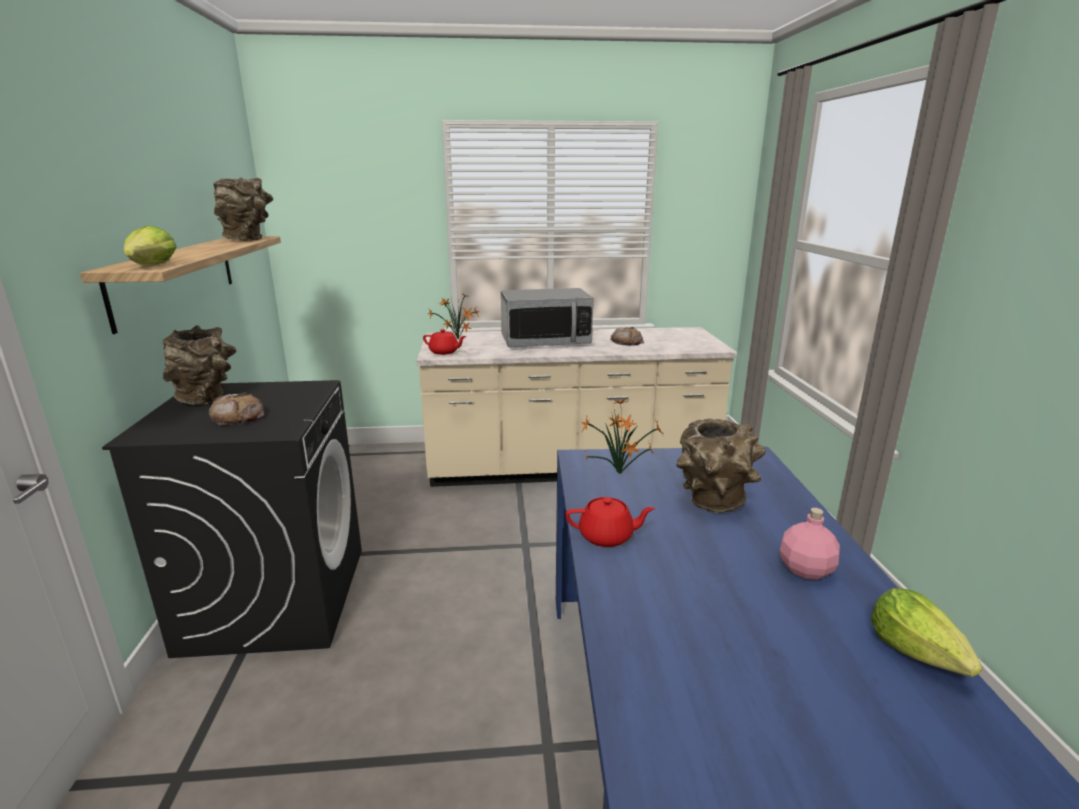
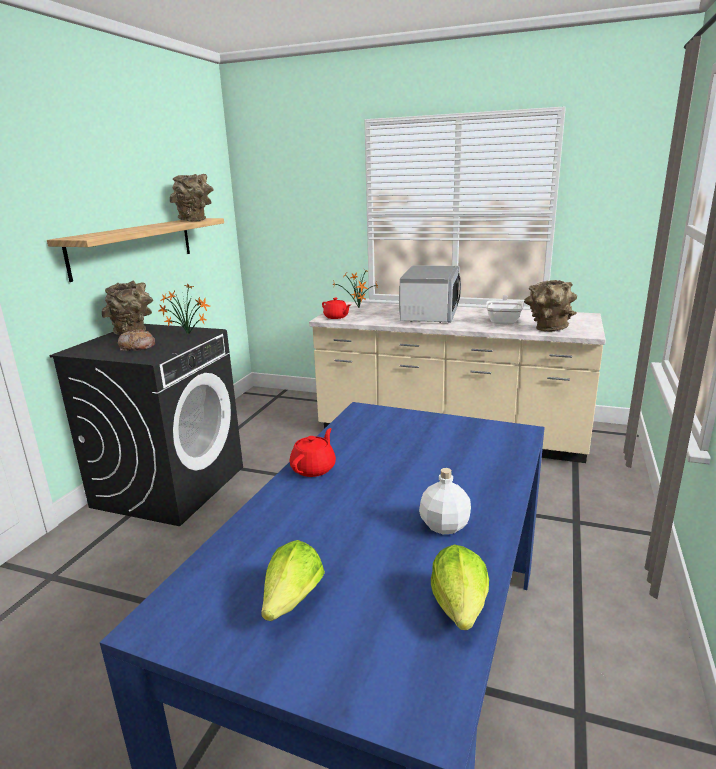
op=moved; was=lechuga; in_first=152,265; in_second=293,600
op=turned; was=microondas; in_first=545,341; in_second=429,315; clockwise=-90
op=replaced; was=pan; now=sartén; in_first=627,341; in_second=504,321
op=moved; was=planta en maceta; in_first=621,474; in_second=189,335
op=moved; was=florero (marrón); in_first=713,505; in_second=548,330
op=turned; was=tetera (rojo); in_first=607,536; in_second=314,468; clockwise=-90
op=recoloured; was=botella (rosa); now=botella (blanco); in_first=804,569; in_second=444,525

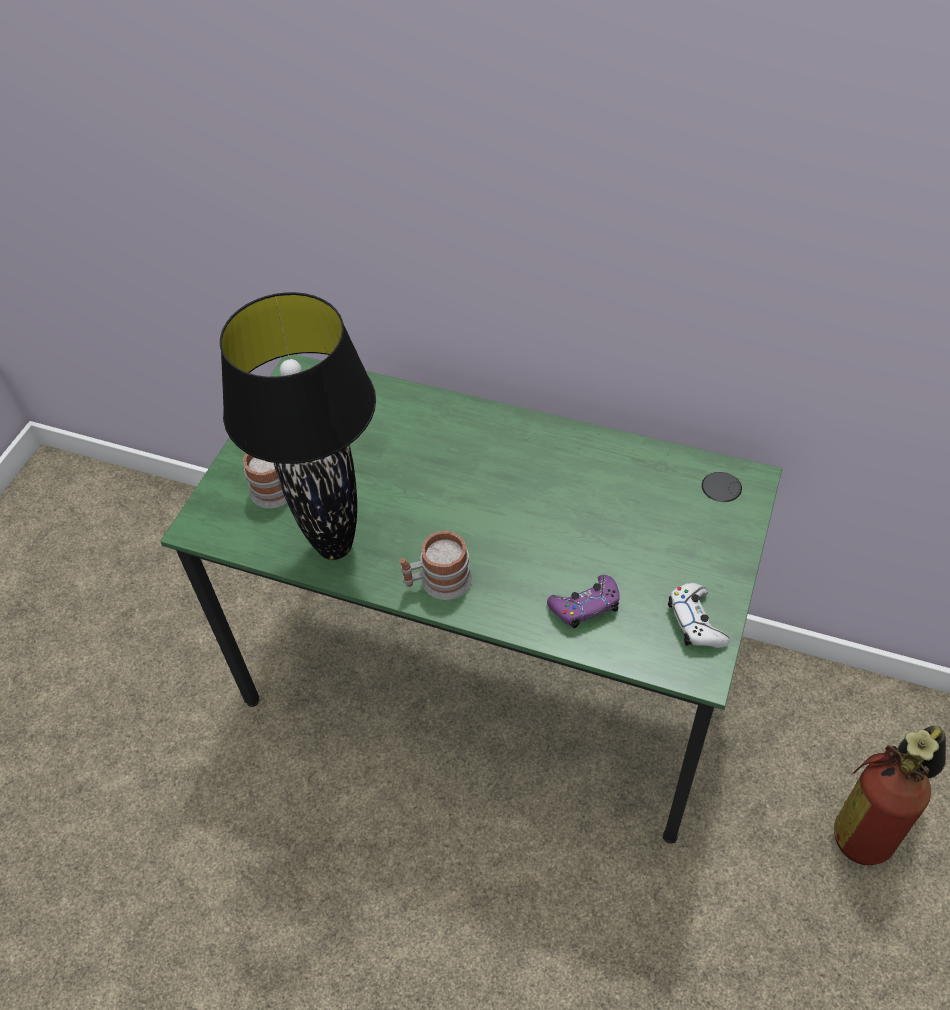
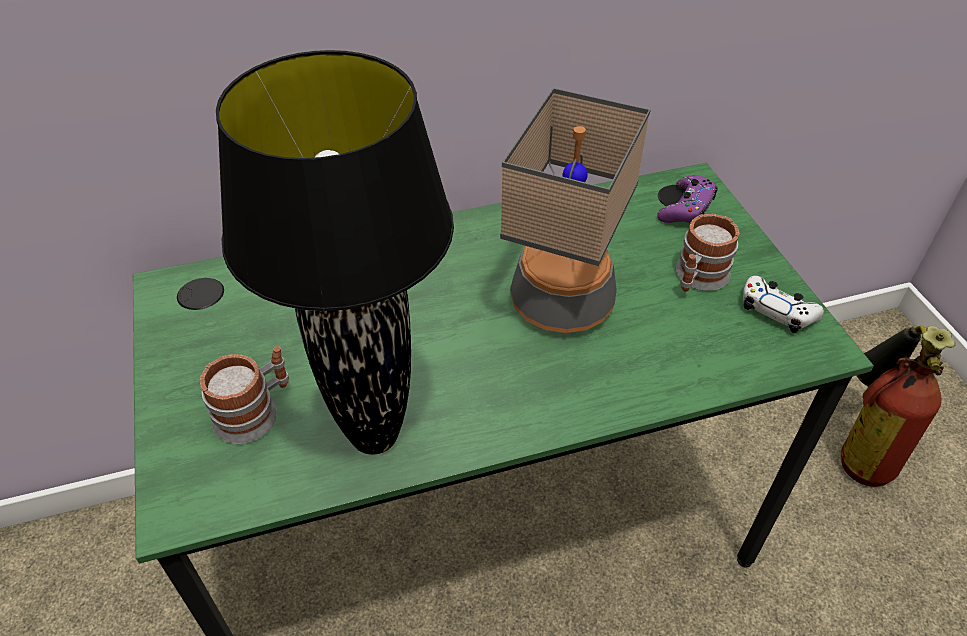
op=moved; was=taza grande; in_first=438,582; in_second=697,278
op=moved; was=mando de consola (morado); in_first=585,605; in_second=686,208
op=added; now=lámpara de mesa; in_second=562,301

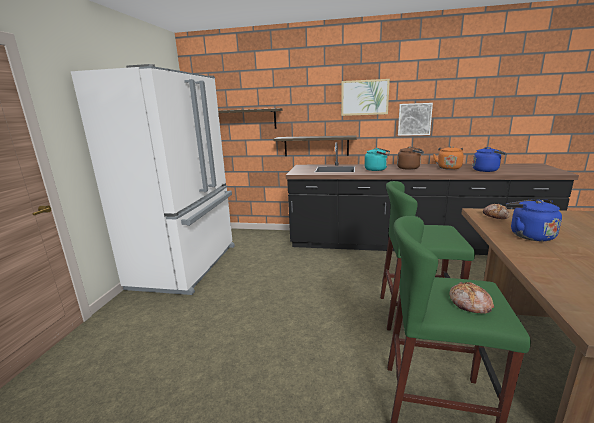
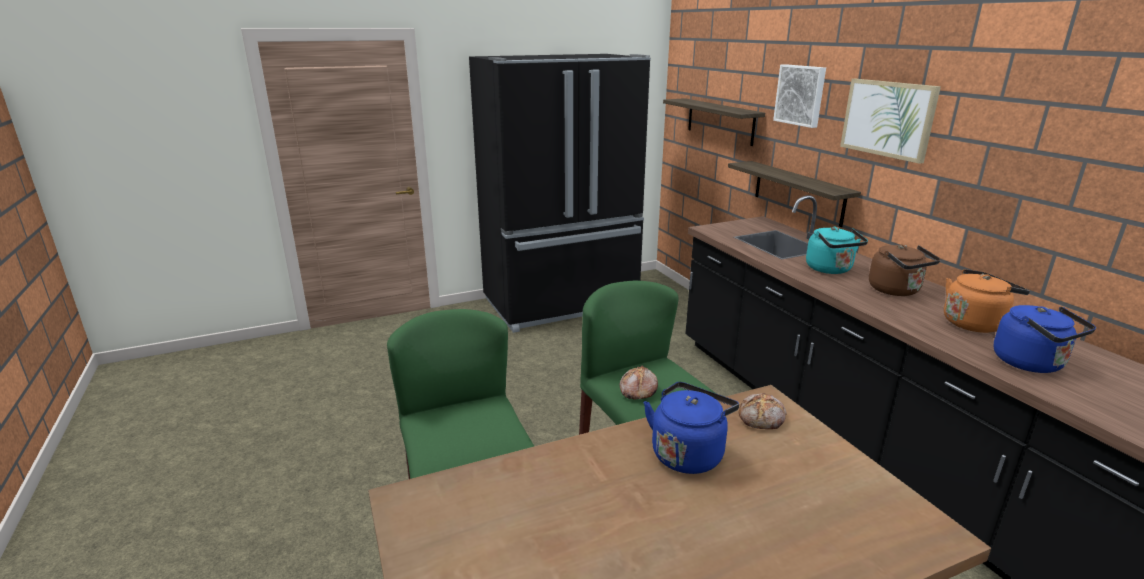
op=recoloured; was=nevera (blanco); now=nevera (negro); in_first=188,265; in_second=562,304
op=moved; was=cuadro; in_first=414,119; in_second=801,95
op=moved; was=pan; in_first=470,304; in_second=637,390

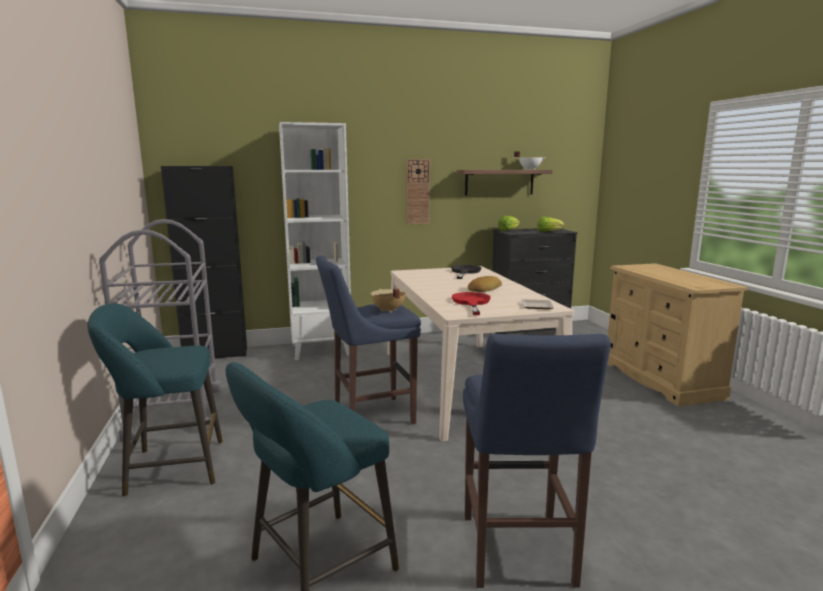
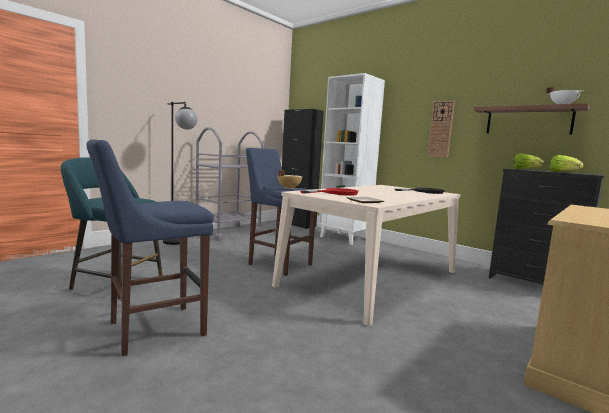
op=removed; was=pan; in_first=483,289
op=replaced; was=taburete (turquesa); now=lámpara de pie (negro); in_first=169,468; in_second=179,243

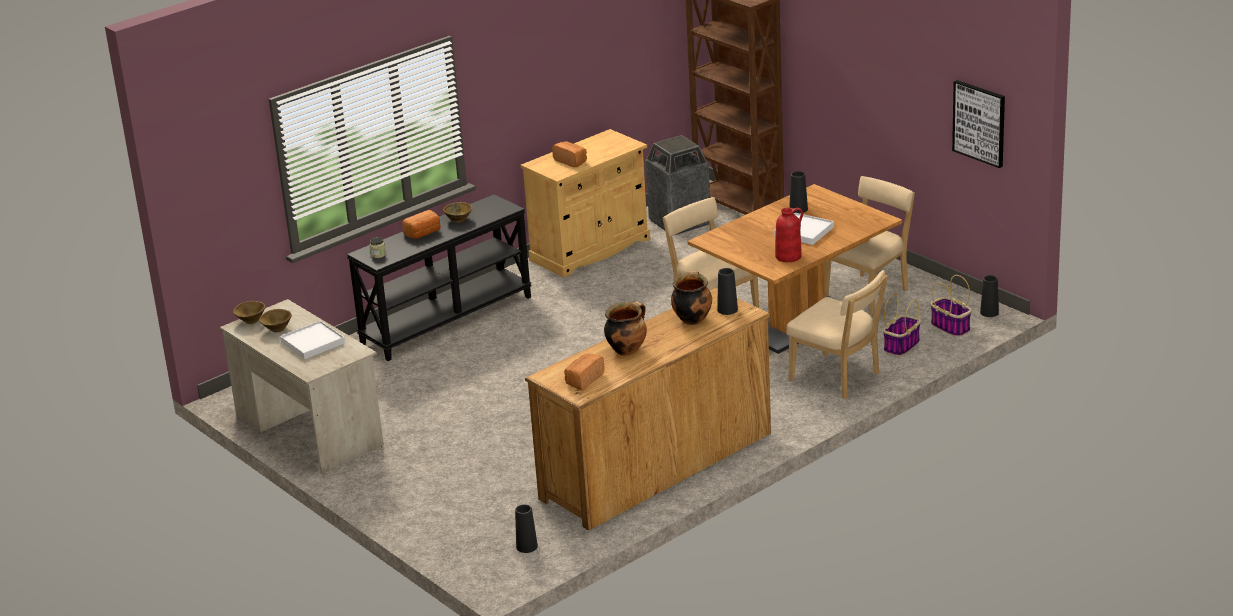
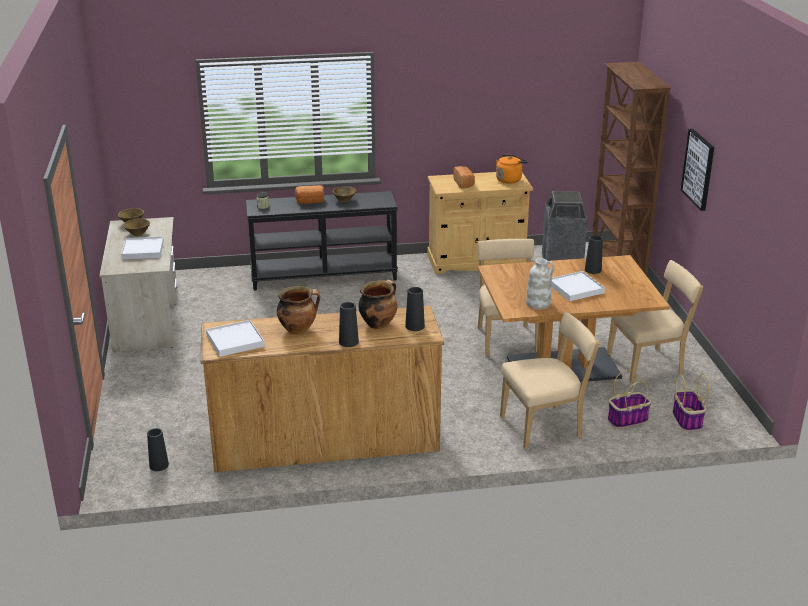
op=moved; was=cuadro; in_first=979,123; in_second=699,169
op=recoloured; was=florero (rojo); now=florero (blanco); in_first=788,256; in_second=538,303
op=turned; was=silla (beis); in_first=838,378; in_second=544,426; clockwise=-90
op=moved; was=florero (negro); in_first=989,312; in_second=348,342
op=replaced; was=pan; now=bandeja (blanco); in_first=583,380; in_second=235,341
op=added; now=hervidor (naranja); in_second=509,179

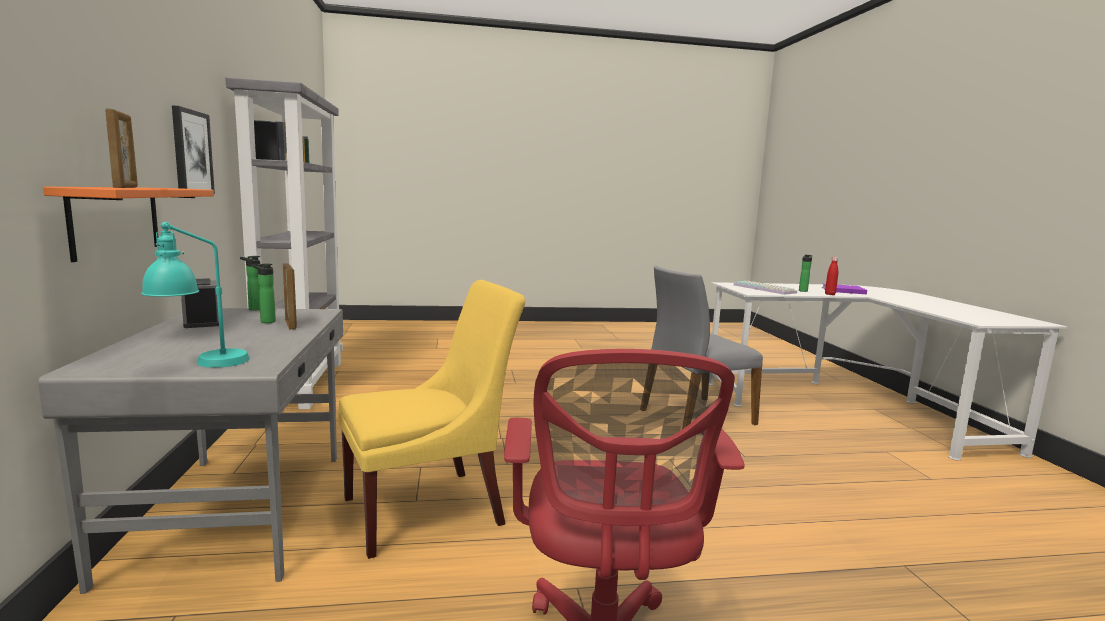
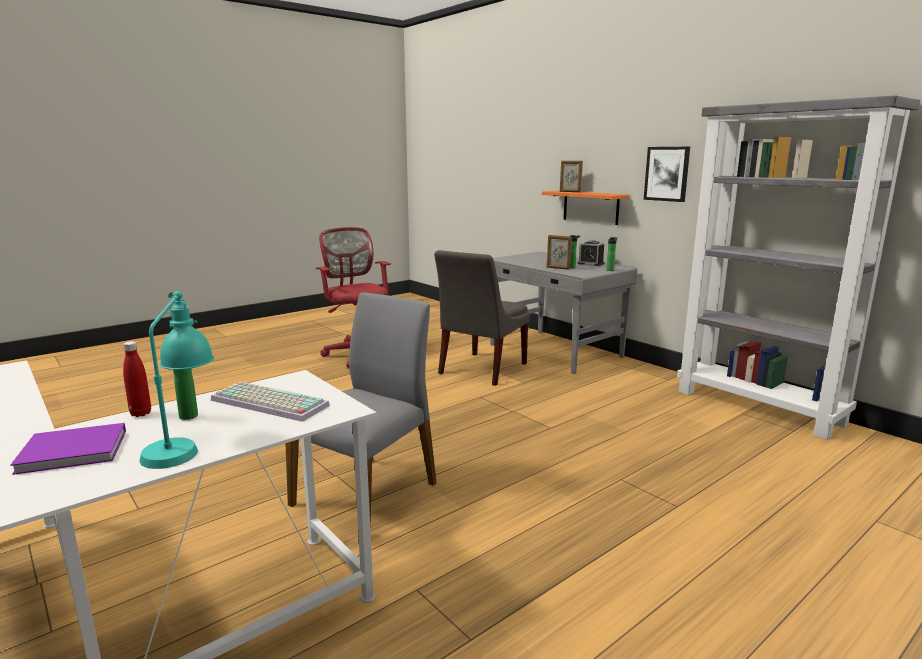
op=moved; was=lámpara de mesa (turquesa); in_first=201,364; in_second=183,444
op=recoloured; was=silla (amarillo); now=silla (gris); in_first=431,509; in_second=480,369

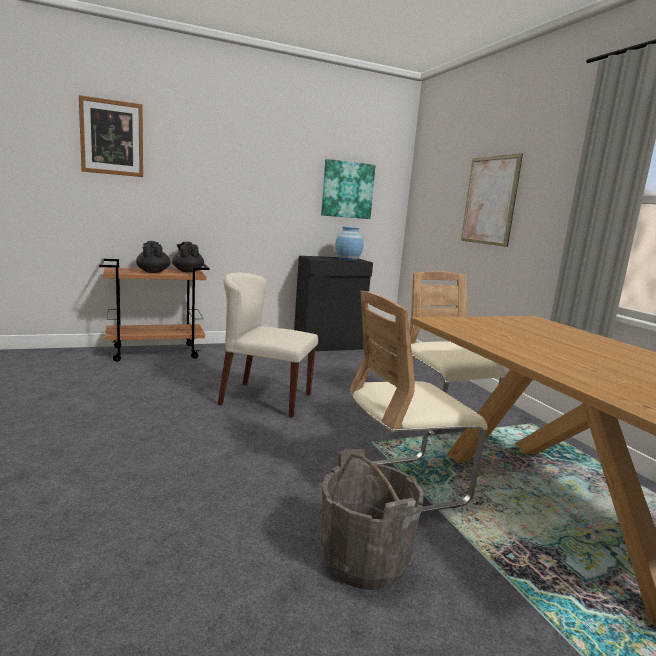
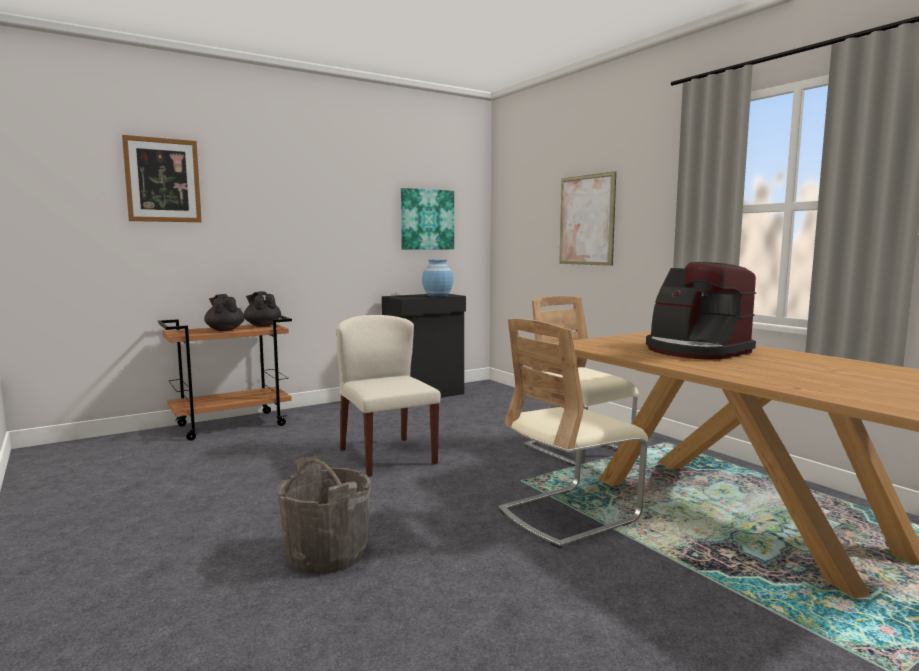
op=turned; was=silla (beis); in_first=265,399; in_second=386,456; clockwise=60
op=moved; was=cubo (gris); in_first=365,559; in_second=327,554
op=added; now=cafetera; in_second=695,351

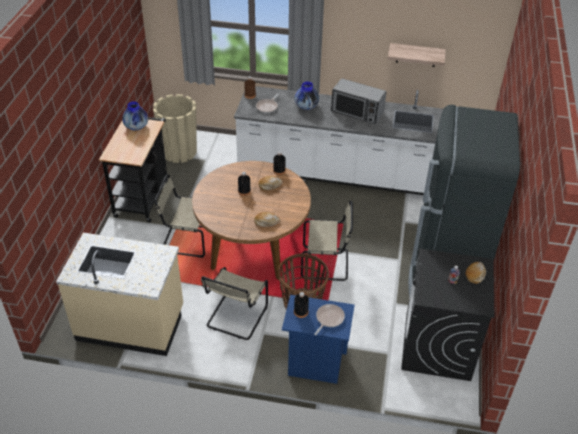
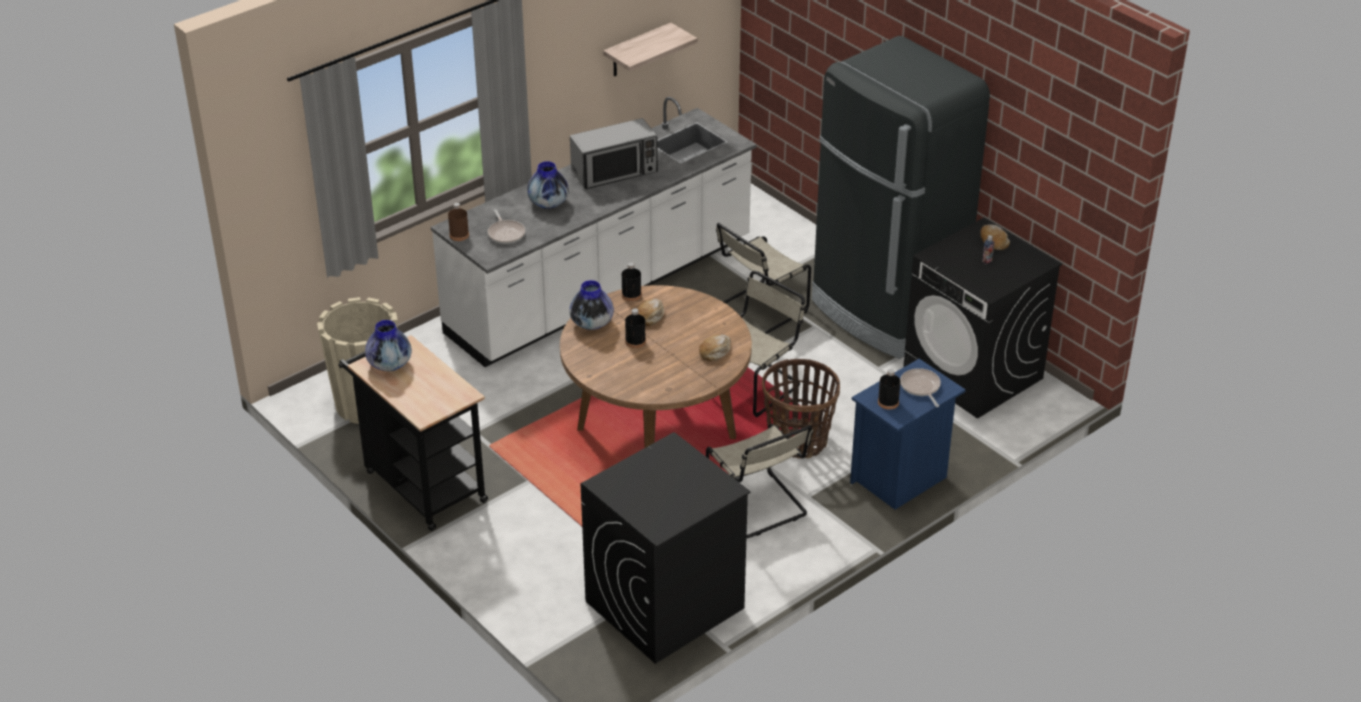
op=moved; was=silla (beis); in_first=186,239; in_second=758,311
op=replaced; was=mueble bajo de cocina (beis); now=lavadora (negro); in_first=131,323; in_second=664,605
op=added; now=florero; in_second=591,323

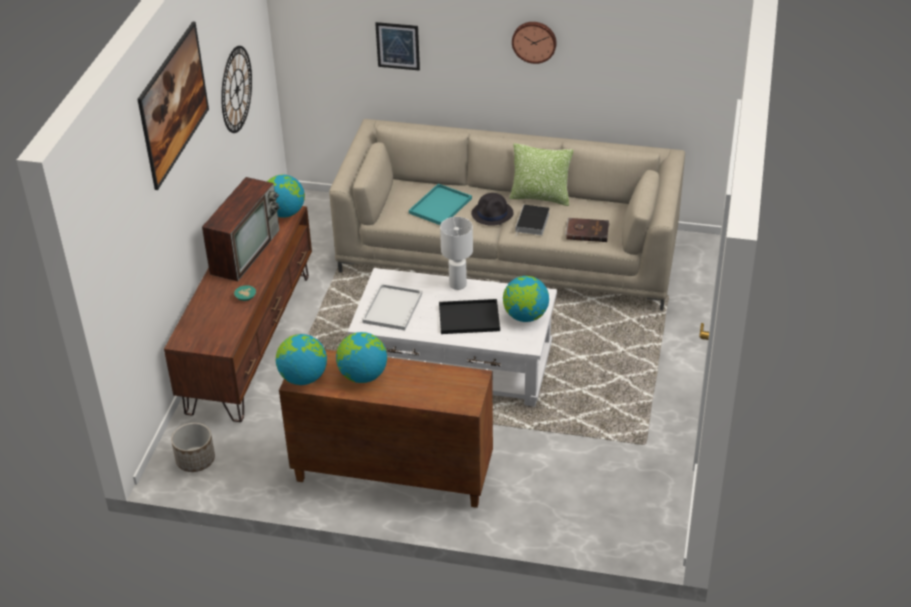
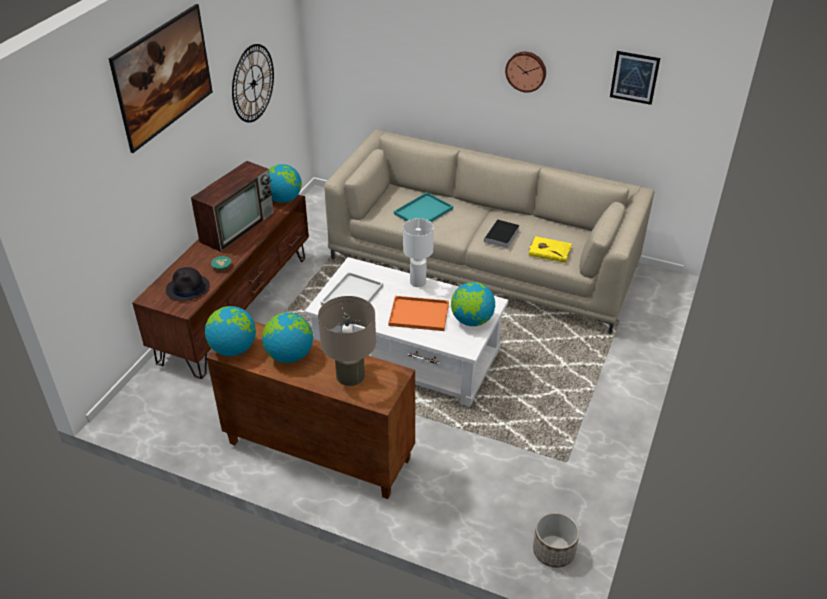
op=moved; was=cuadro; in_first=398,46; in_second=634,77
op=removed; was=cojín; in_first=540,197
op=moved; was=sombrero (negro); in_first=492,213; in_second=188,288
op=recoloured; was=libro (marrón); now=libro (amarillo); in_first=587,231; in_second=549,250
op=recoloured; was=bandeja (negro); now=bandeja (naranja); in_first=468,318; in_second=417,315
op=moved; was=maceta; in_first=195,460; in_second=553,551
op=added; now=lámpara de mesa (beis); in_second=350,375

